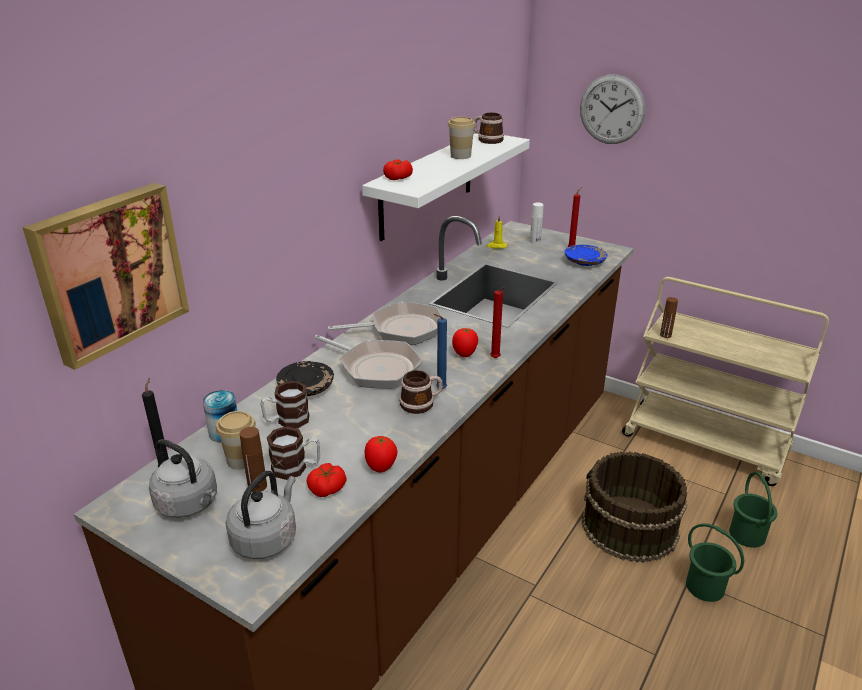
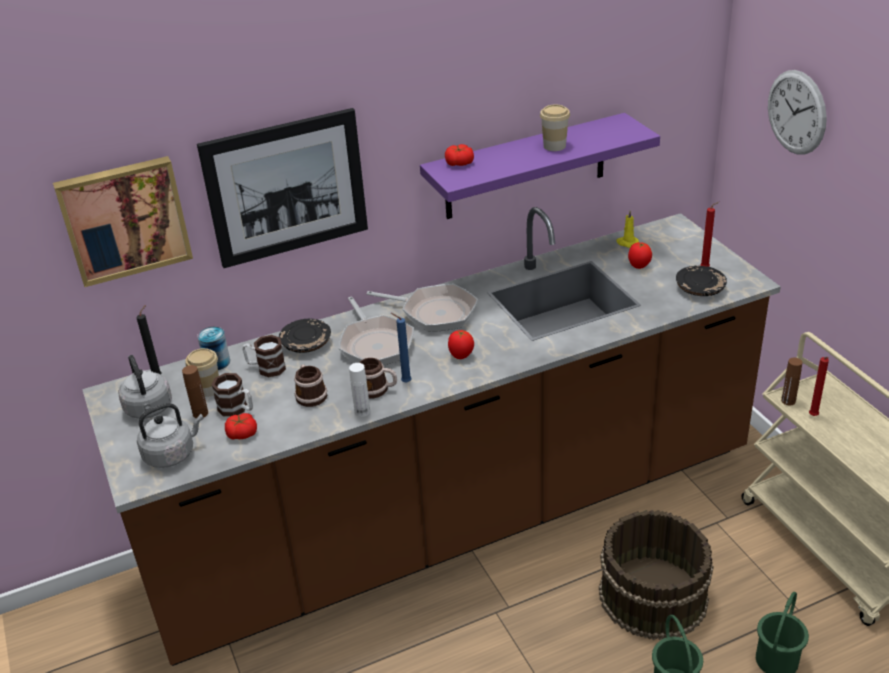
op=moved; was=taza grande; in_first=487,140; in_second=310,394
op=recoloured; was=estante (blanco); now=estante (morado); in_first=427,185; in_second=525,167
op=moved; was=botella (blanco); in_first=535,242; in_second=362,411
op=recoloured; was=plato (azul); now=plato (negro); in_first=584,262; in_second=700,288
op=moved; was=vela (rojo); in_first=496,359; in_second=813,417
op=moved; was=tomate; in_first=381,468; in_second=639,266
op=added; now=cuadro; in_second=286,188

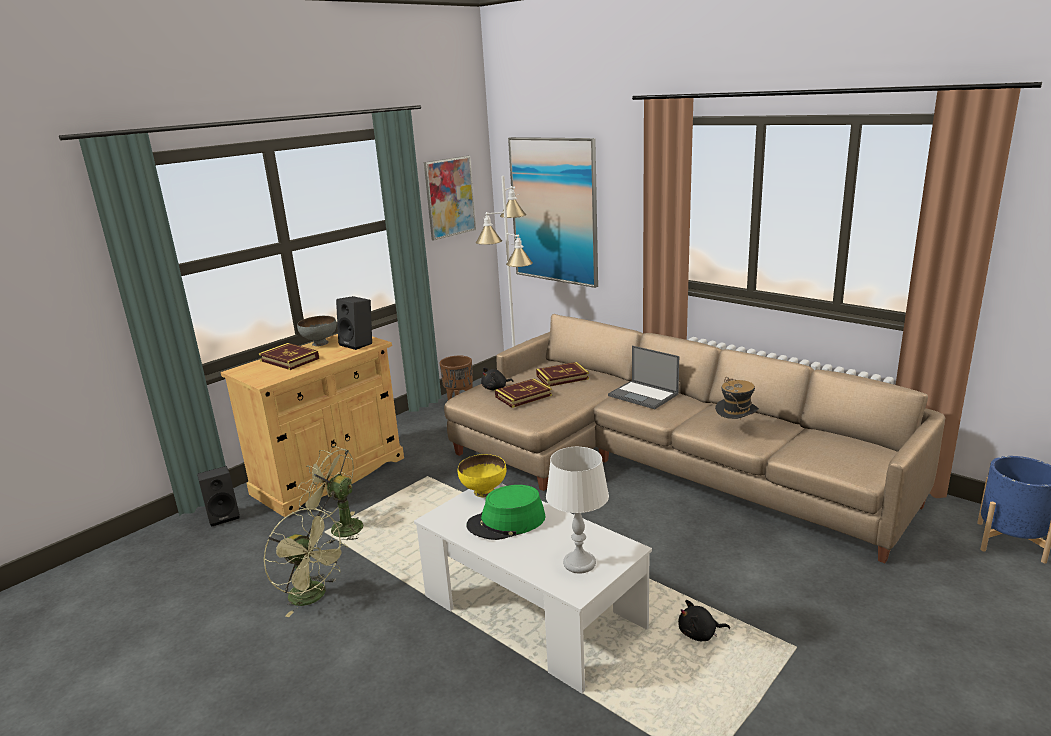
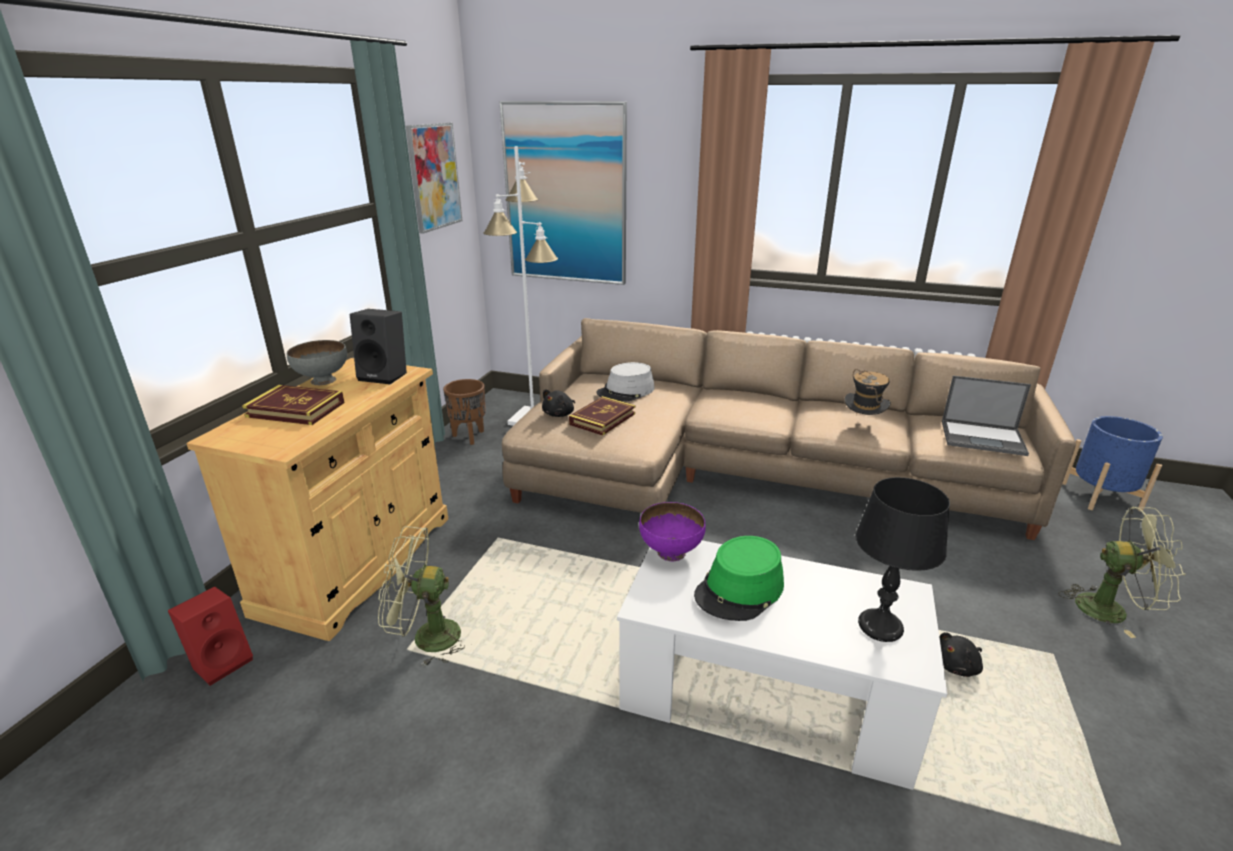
op=moved; was=portátil; in_first=644,395; in_second=983,438
op=replaced; was=libro; now=sombrero (gris); in_first=562,377; in_second=626,391
op=recoloured; was=lámpara de mesa (blanco); now=lámpara de mesa (negro); in_first=579,563; in_second=880,626
op=recoloured; was=cuenco (amarillo); now=cuenco (morado); in_first=483,491; in_second=670,552
op=recoloured; was=altavoz (negro); now=altavoz (rojo); in_first=224,515; in_second=223,661
op=moved; was=ventilador (verde); in_first=313,597; in_second=1111,609

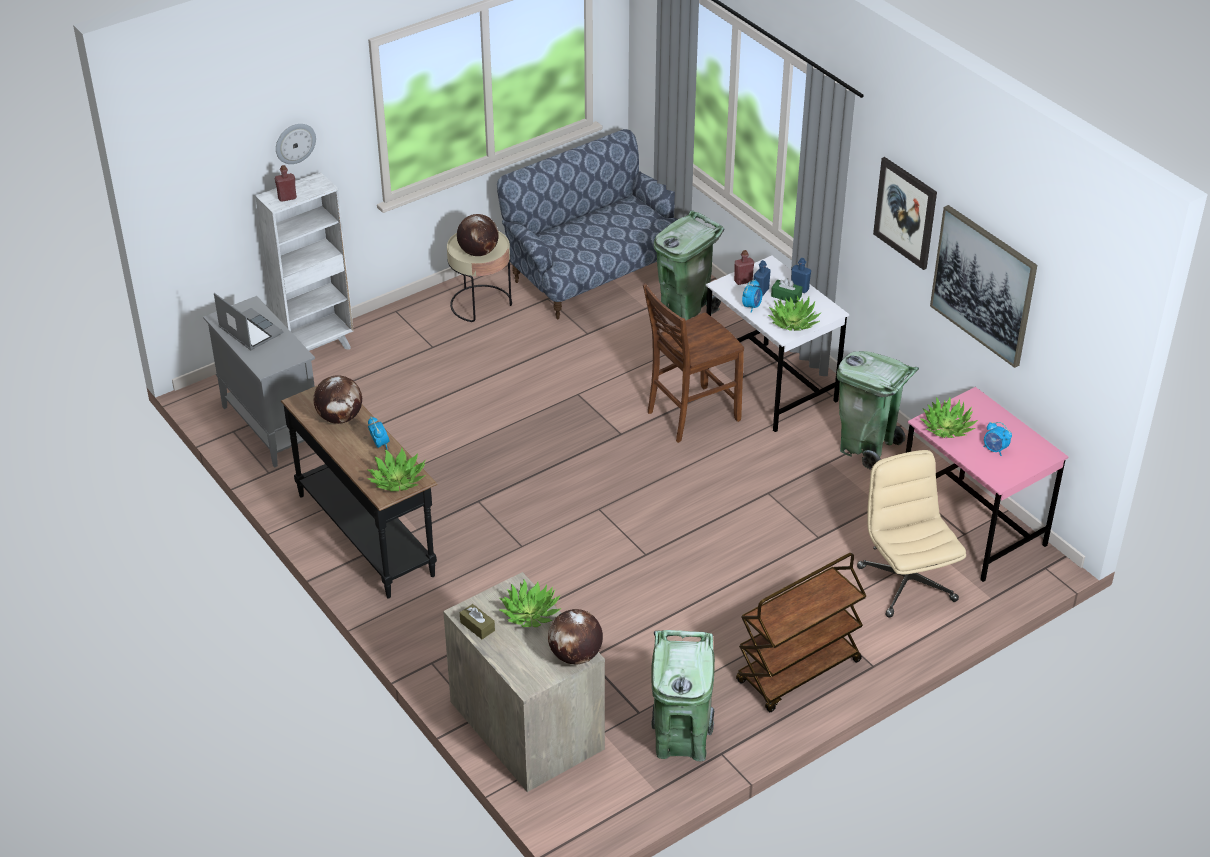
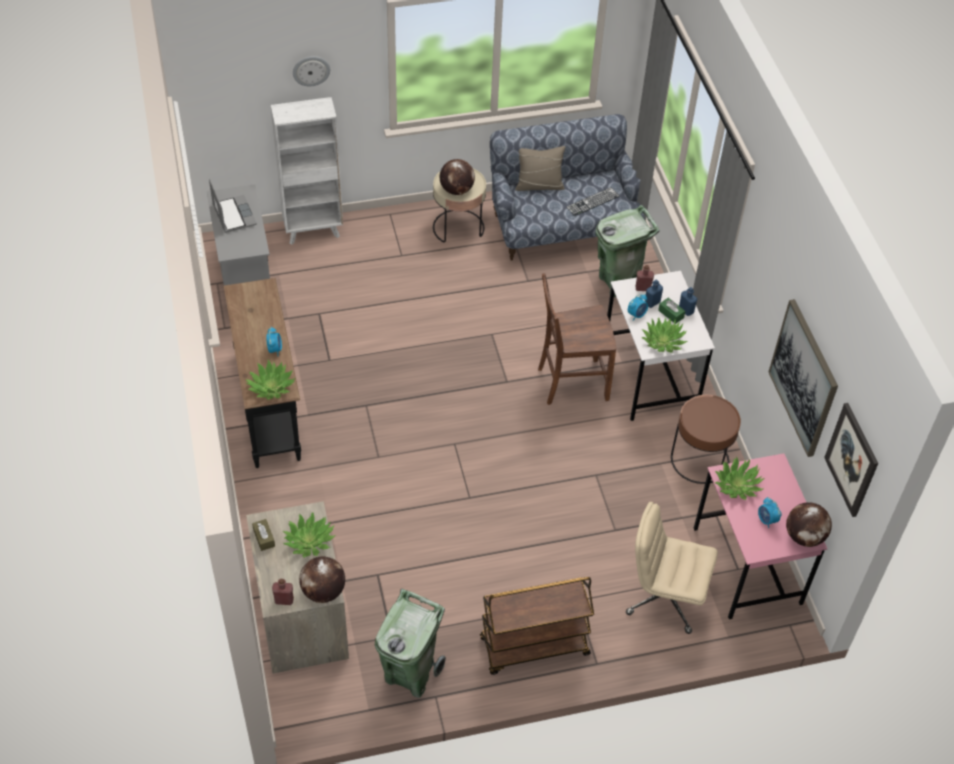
op=moved; was=cuadro; in_first=905,212; in_second=852,460
op=moved; was=botella (rojo); in_first=287,198; in_second=284,600
op=replaced; was=papelera (verde); now=mesa auxiliar (marrón); in_first=867,447; in_second=699,460
op=moved; was=globo terráqueo; in_first=340,418; in_second=804,536
op=turned; was=silla de oficina (beis); in_first=906,583; in_second=664,597; clockwise=-75
op=added; now=cojín (beis); in_second=539,185
op=added; now=teclado; in_second=592,201

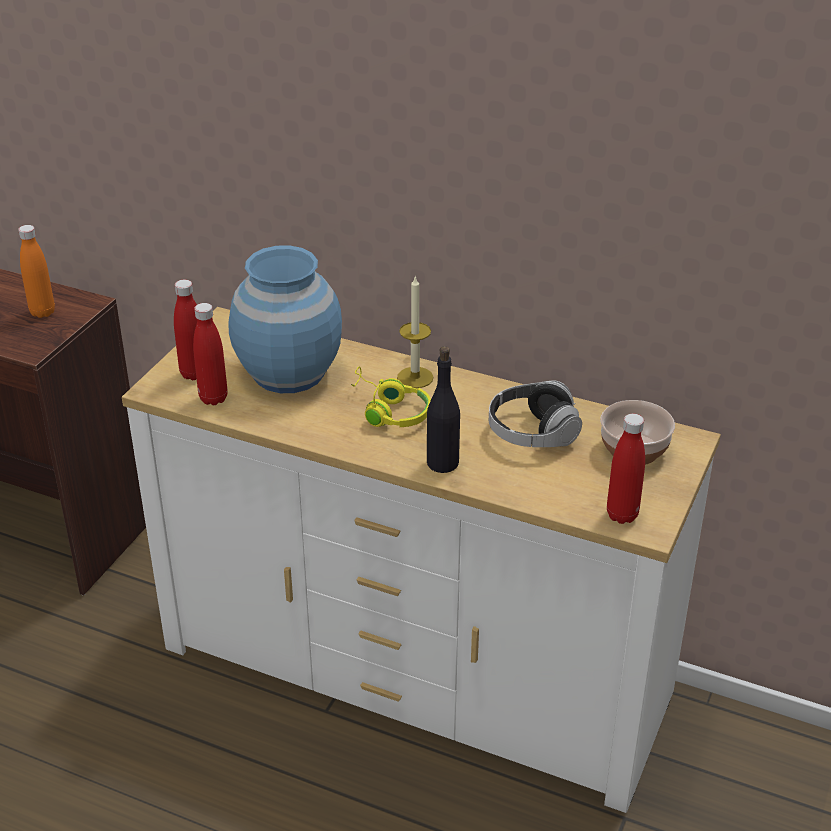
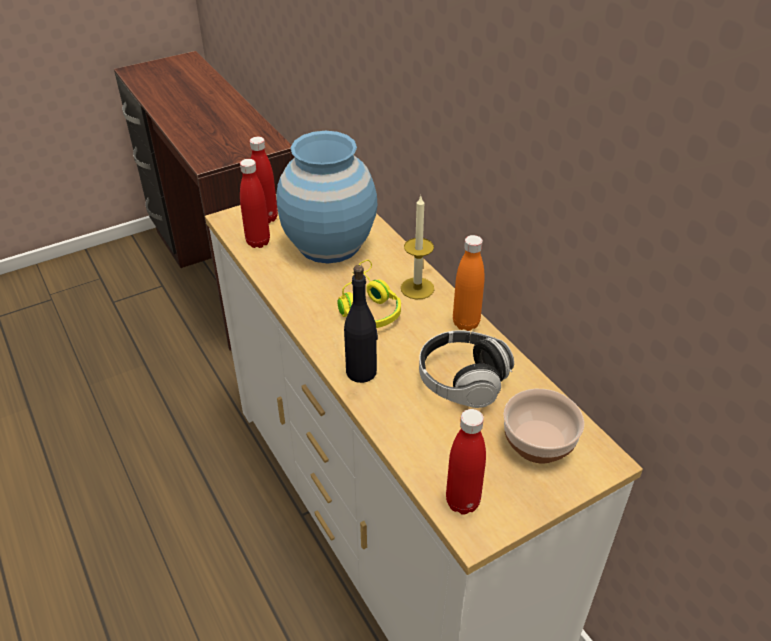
op=moved; was=botella (naranja); in_first=42,312; in_second=466,323

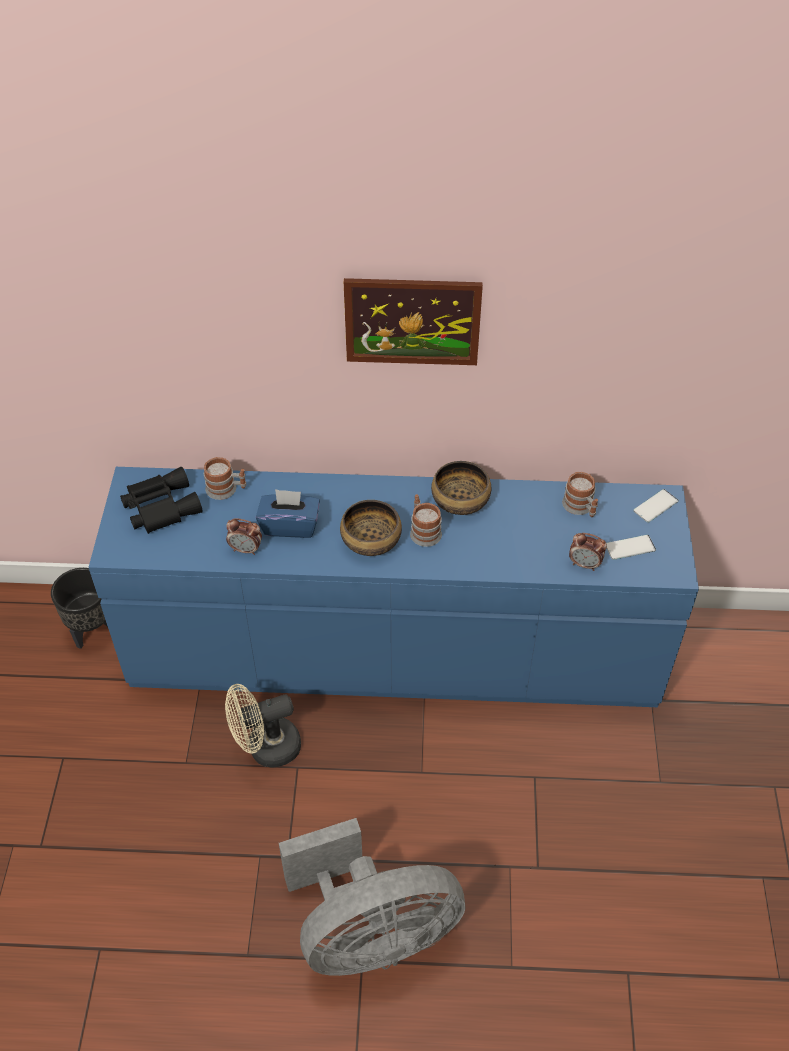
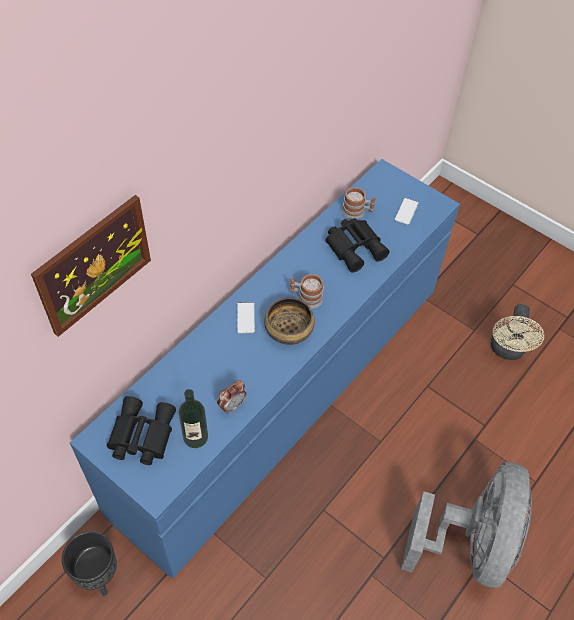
op=moved; was=cuadro; in_first=412,321; in_second=94,265
op=removed; was=taza grande; in_first=226,489
op=removed; was=cuenco; in_first=460,501
op=removed; was=caja de pañuelos (azul); in_first=290,525
op=moved; was=móvil; in_first=655,506; in_second=246,318
op=removed; was=despertador; in_first=584,564
op=moved; was=ventilador (beis); in_first=266,748; in_second=507,351
op=added; now=prismáticos (negro); in_second=355,247
op=added; now=botella; in_second=195,437

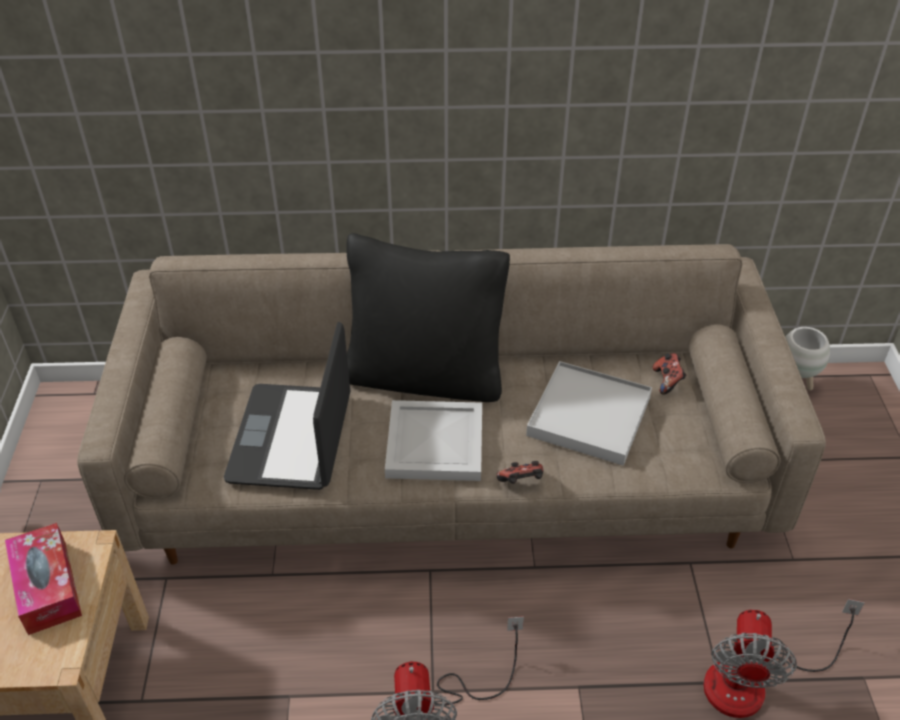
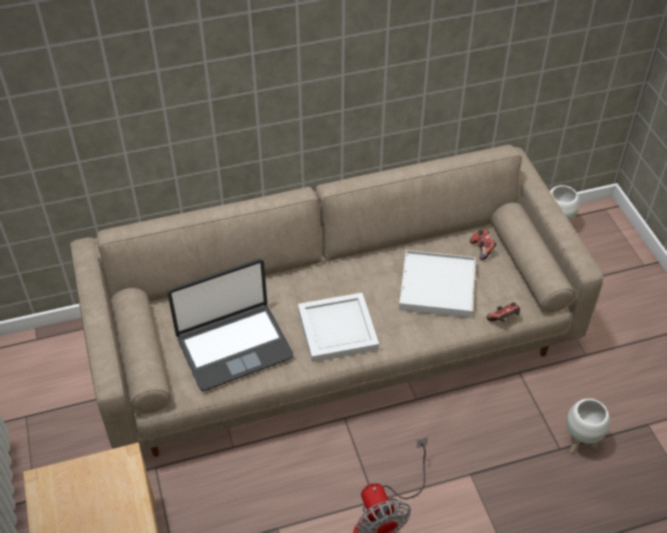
op=removed; was=cojín (negro); in_first=425,376
op=turned; was=portátil; in_first=292,438; in_second=234,346; clockwise=-105
op=moved; was=mando de consola; in_first=521,483; in_second=503,319
op=removed; was=caja de pañuelos; in_first=47,587
op=replaced; was=ventilador; now=maceta (blanco); in_first=753,680; in_second=580,443

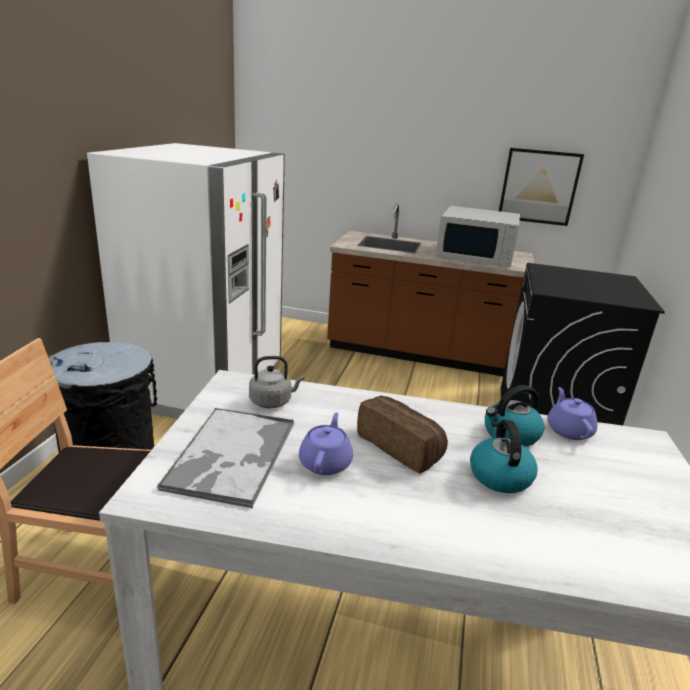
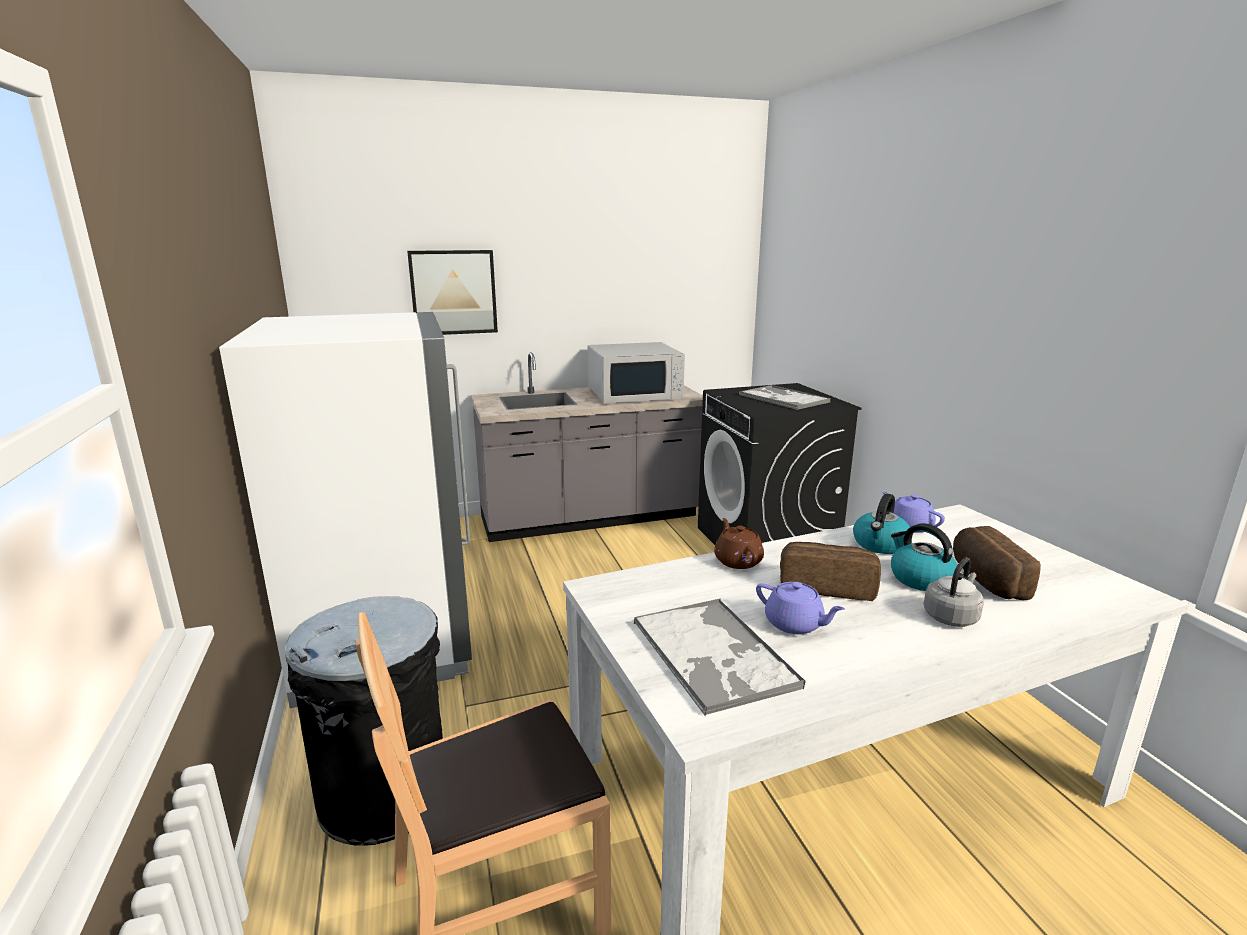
op=moved; was=cuadro; in_first=538,187; in_second=453,292
op=recoloured; was=mueble bajo de cocina (marrón); now=mueble bajo de cocina (gris); in_first=419,353; in_second=590,519
op=moved; was=hervidor (gris); in_first=273,401; in_second=951,616
op=turned; was=tetera (morado); in_first=325,462; in_second=795,624; clockwise=150
op=added; now=bandeja; in_second=783,398
op=added; now=tetera (marrón); in_second=737,560
op=added; now=pan; in_second=985,580

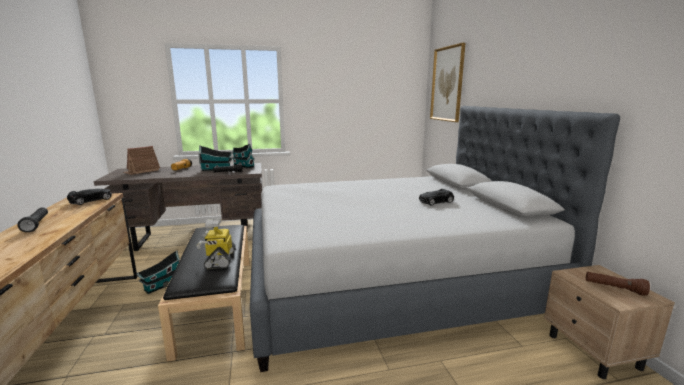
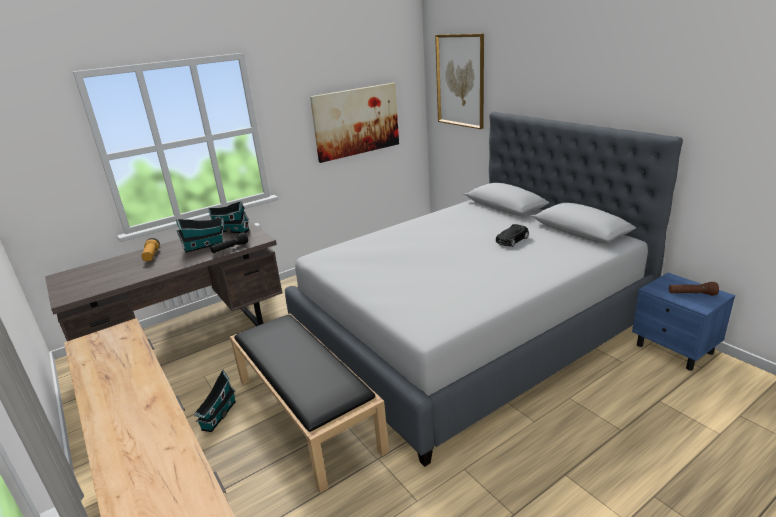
op=removed; was=casita; in_first=142,171
op=removed; was=coche de juguete (negro); in_first=91,200
op=removed; was=linterna (negro); in_first=36,225
op=removed; was=robot de juguete; in_first=219,260
op=recoloured; was=mesita de noche (beis); now=mesita de noche (azul); in_first=594,352; in_second=675,349
op=added; now=cuadro; in_second=356,121

